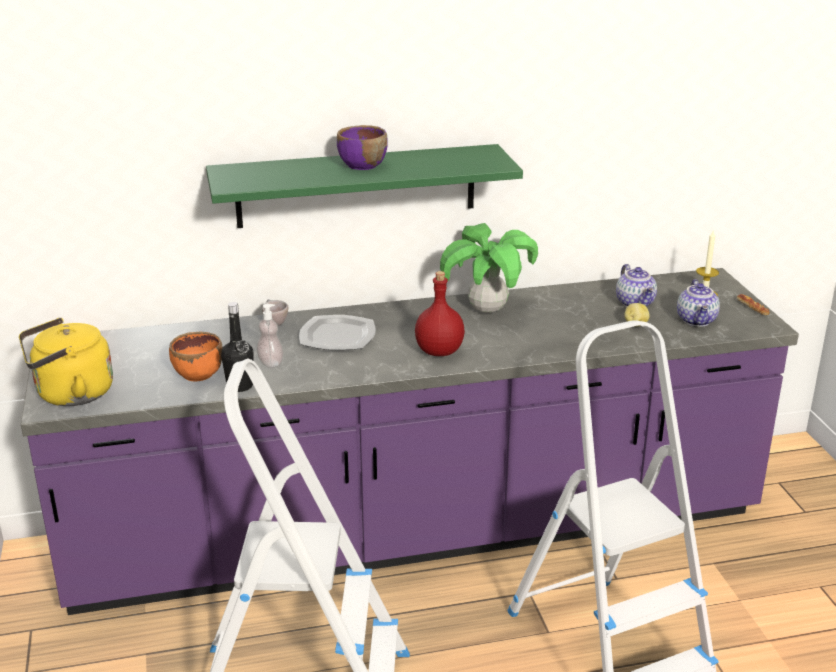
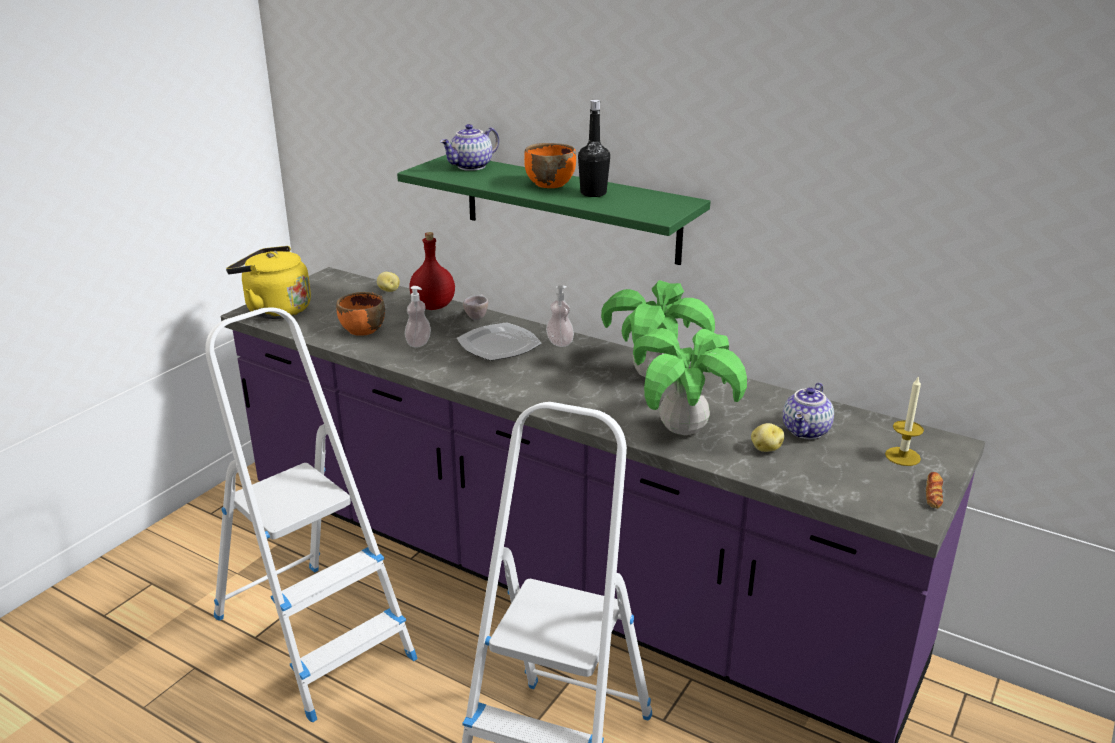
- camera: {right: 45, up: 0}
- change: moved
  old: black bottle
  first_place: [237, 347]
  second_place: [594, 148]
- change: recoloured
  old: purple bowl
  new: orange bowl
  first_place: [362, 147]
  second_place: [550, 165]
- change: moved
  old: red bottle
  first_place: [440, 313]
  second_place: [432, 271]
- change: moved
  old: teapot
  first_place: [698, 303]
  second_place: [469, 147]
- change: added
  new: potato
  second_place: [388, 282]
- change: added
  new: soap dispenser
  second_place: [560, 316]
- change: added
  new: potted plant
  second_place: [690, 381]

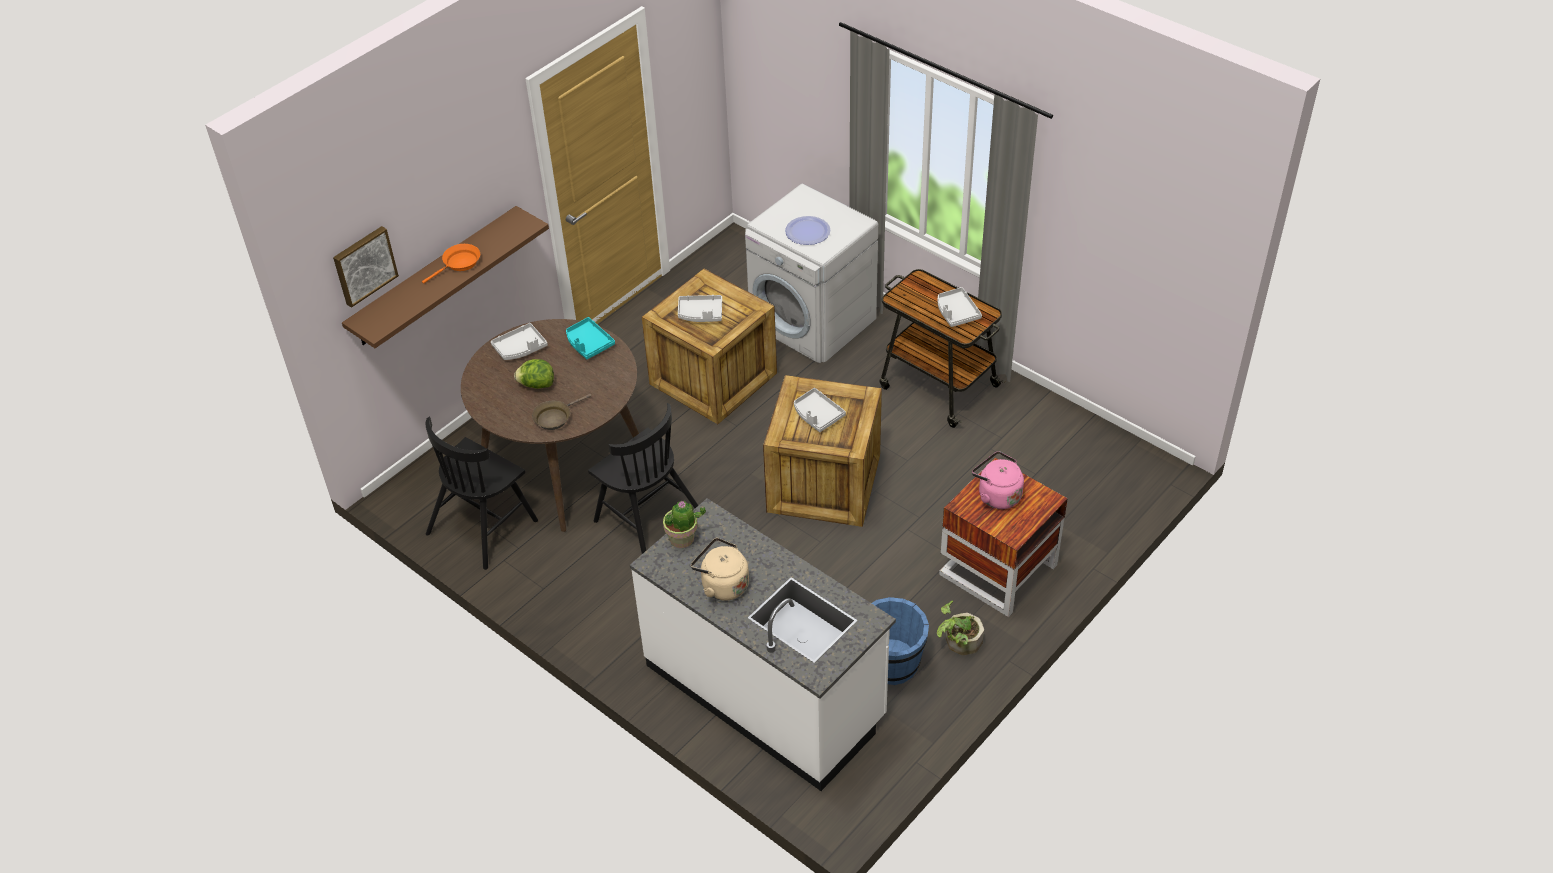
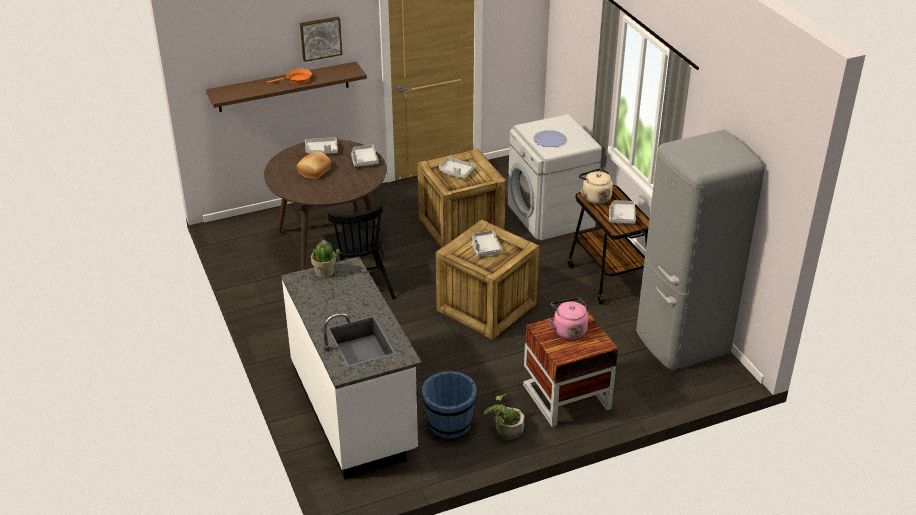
- camera: {right: 25, up: -10}
- change: moved
  old: picture
  first_place: [366, 267]
  second_place: [321, 39]
- change: removed
  old: black chair
  first_place: [482, 493]
- change: replaced
  old: lettuce
  new: bread
  first_place: [534, 374]
  second_place: [313, 165]
- change: removed
  old: brown frying pan
  first_place: [562, 412]
- change: recoloured
  old: turquoise tray
  new: grey tray
  first_place: [590, 338]
  second_place: [365, 155]
- change: moved
  old: beige kettle
  first_place: [720, 569]
  second_place: [596, 186]
- change: added
  new: grey fridge
  second_place: [700, 250]

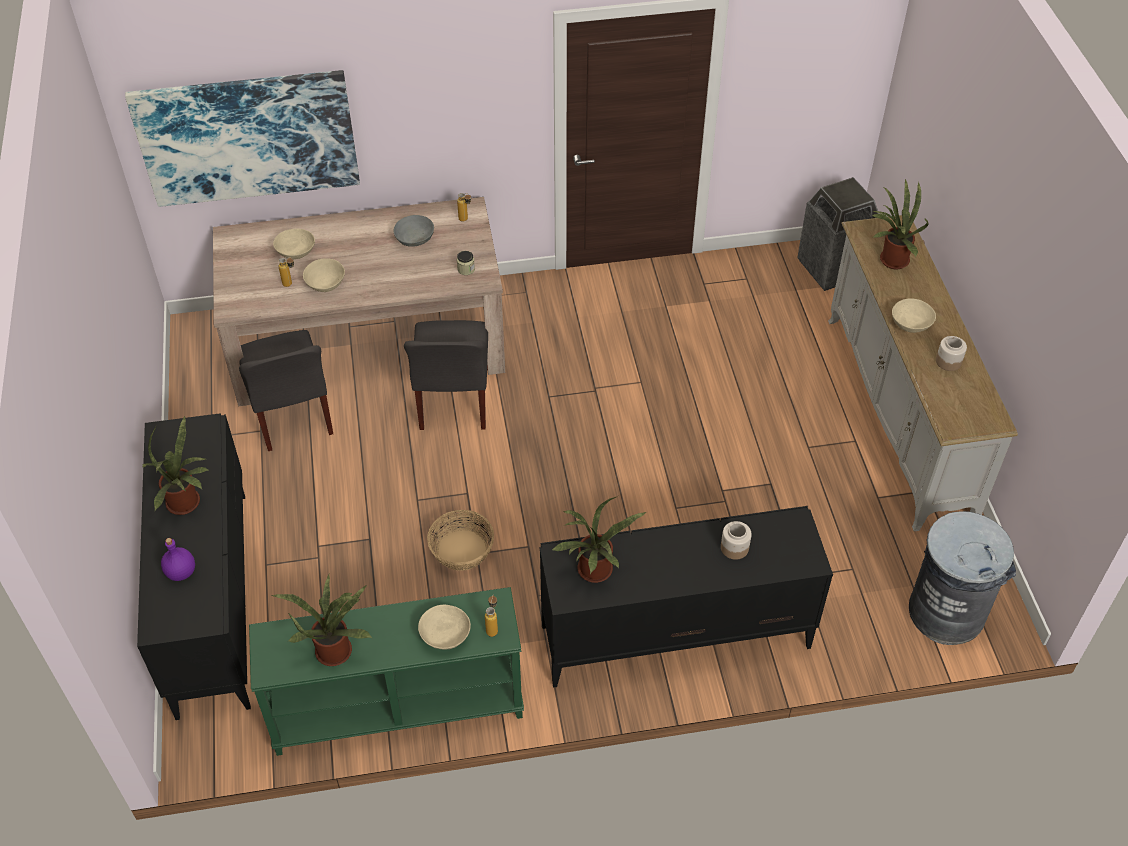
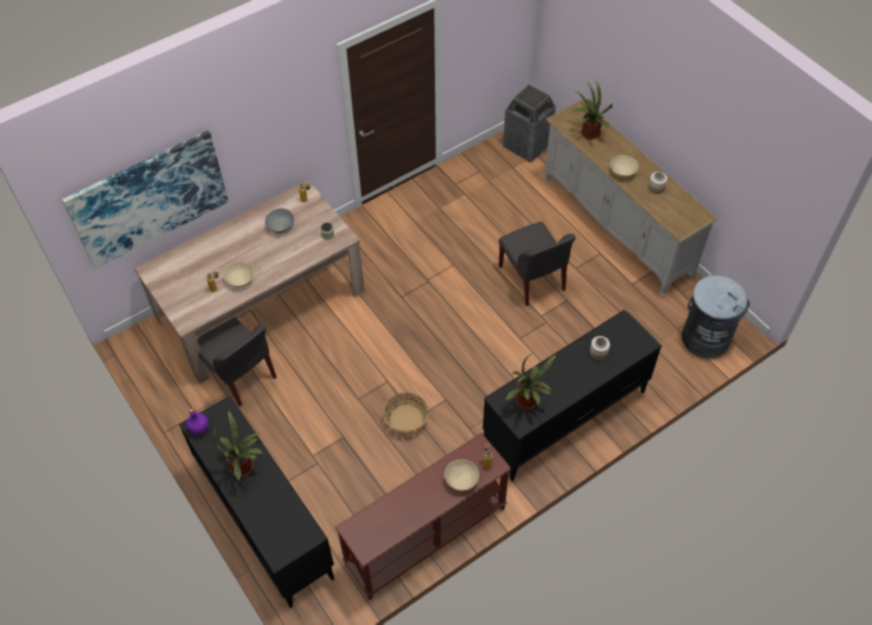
- camera: {right: -25, up: 5}
- change: moved
  old: purple bottle
  first_place: [178, 559]
  second_place: [197, 422]
- change: recoloured
  old: green console table
  new: brown console table
  first_place: [386, 671]
  second_place: [423, 516]
- change: removed
  old: potted plant
  first_place: [322, 620]
- change: removed
  old: beige bowl
  first_place: [294, 244]
- change: moved
  old: grey chair
  first_place: [446, 375]
  second_place: [537, 264]

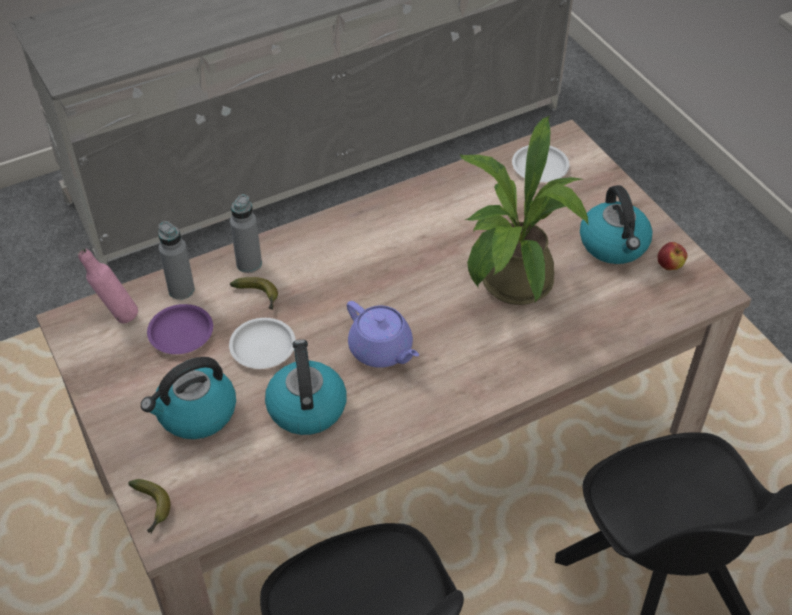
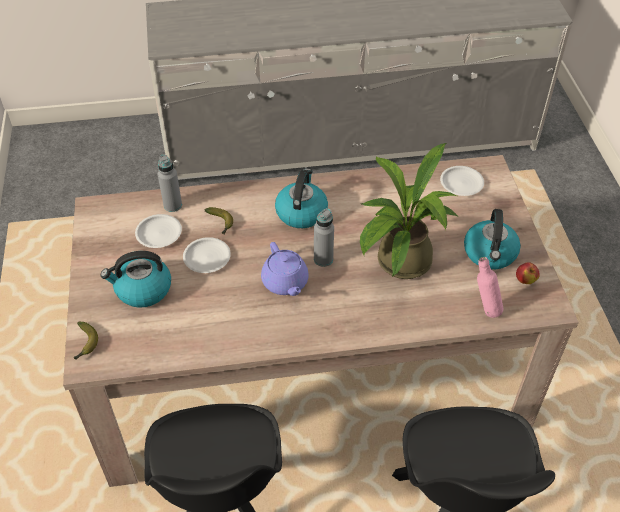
- camera: {right: 20, up: 0}
- change: moved
  old: pink bottle
  first_place: [108, 286]
  second_place: [490, 287]
- change: recoloured
  old: purple plate
  new: white plate
  first_place: [180, 329]
  second_place: [158, 231]
- change: moved
  old: grey bottle
  first_place: [246, 233]
  second_place: [324, 237]
- change: moved
  old: kettle
  first_place: [306, 387]
  second_place: [301, 198]

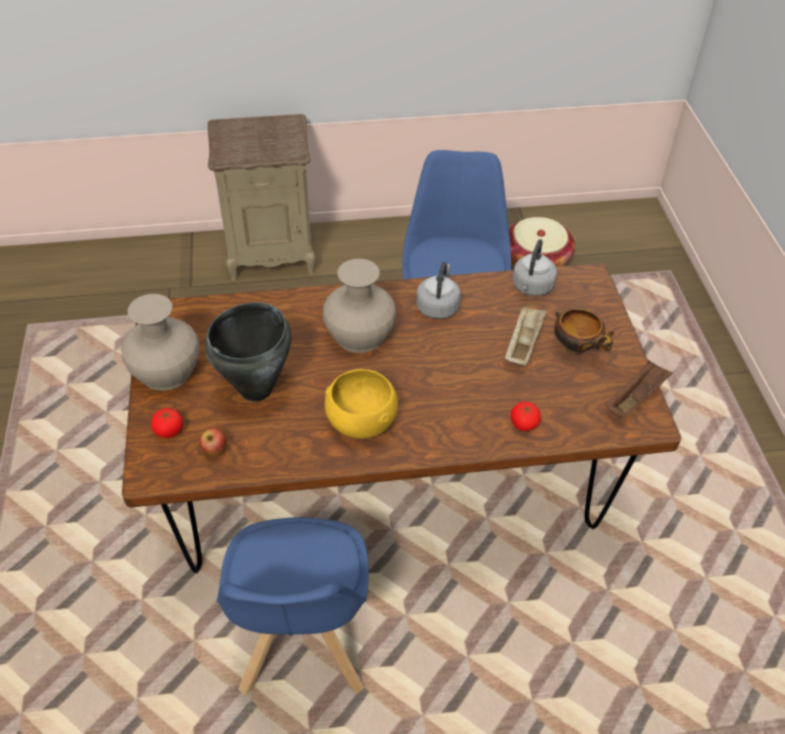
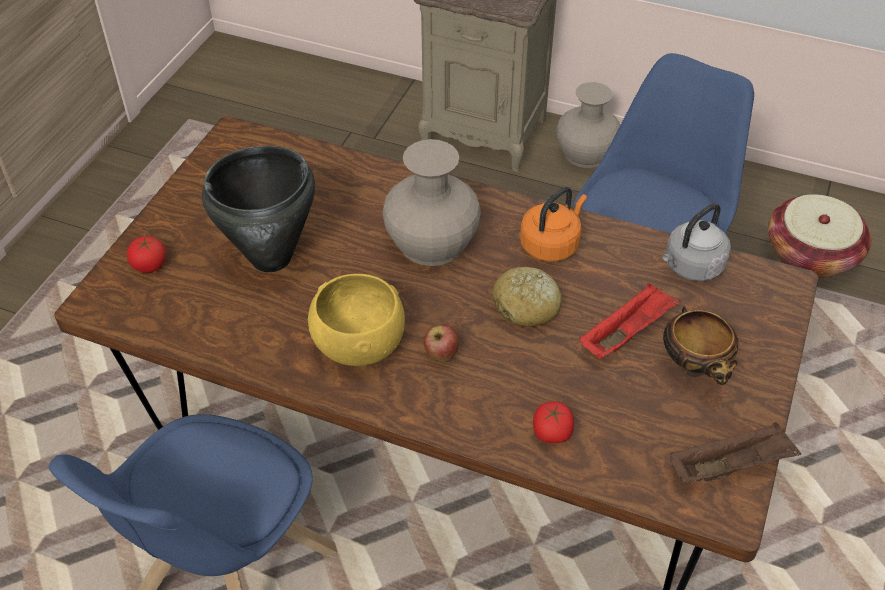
- camera: {right: 30, up: 0}
- change: moved
  old: beige vase
  first_place: [160, 342]
  second_place: [588, 125]
- change: moved
  old: apple
  first_place: [213, 441]
  second_place: [441, 343]
- change: recoloured
  old: grey kettle
  new: orange kettle
  first_place: [438, 290]
  second_place: [553, 224]
- change: recoloured
  old: beige tray
  new: red tray
  first_place: [526, 336]
  second_place: [629, 321]
- change: added
  new: bread
  second_place: [526, 297]

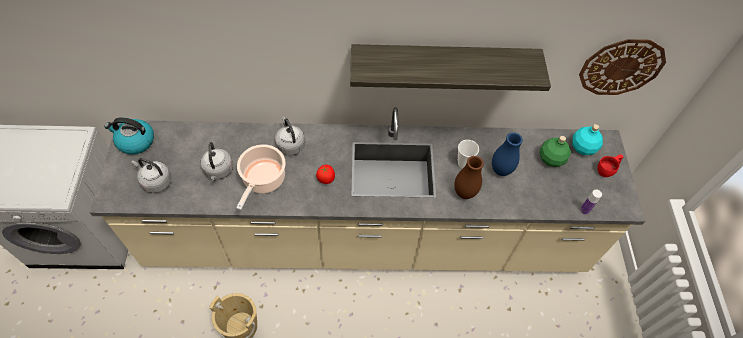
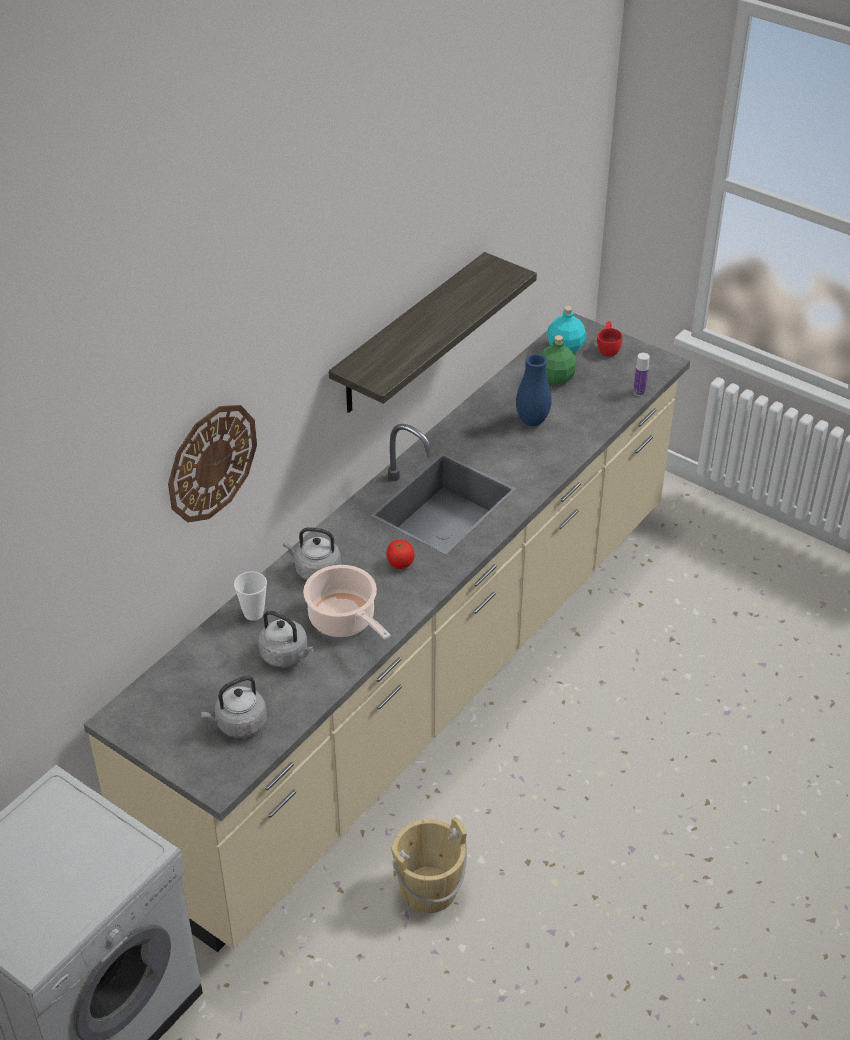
- camera: {right: -50, up: -15}
- change: removed
  old: kettle
  first_place: [129, 136]
- change: removed
  old: brown vase
  first_place: [469, 177]
- change: moved
  old: cup
  first_place: [468, 154]
  second_place: [250, 596]
- change: moved
  old: wall clock
  first_place: [622, 67]
  second_place: [212, 463]

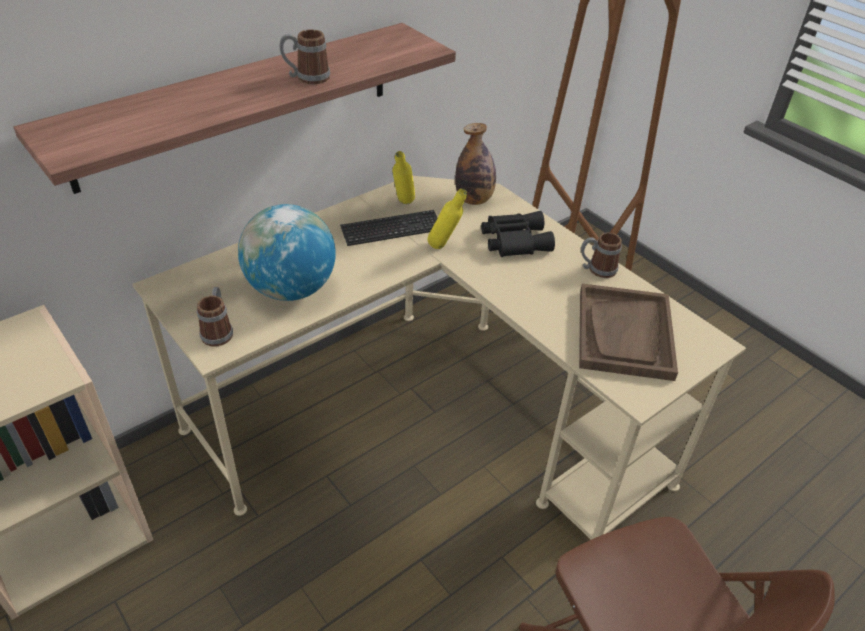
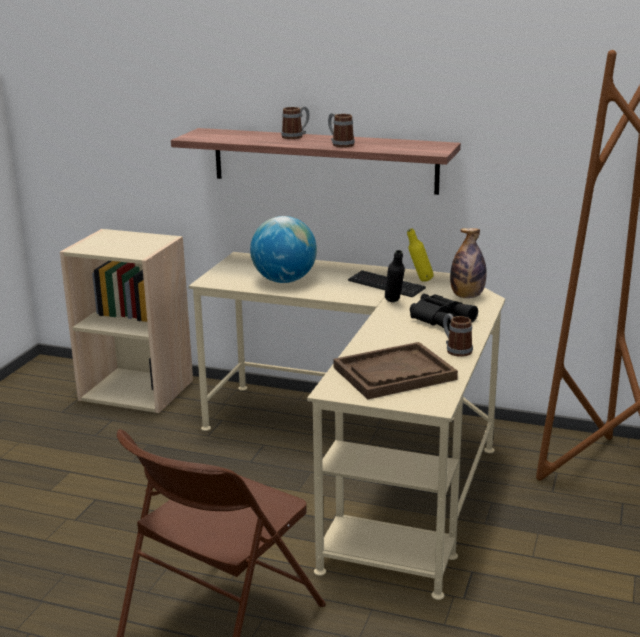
- camera: {right: 60, up: -20}
- change: moved
  old: mug
  first_place: [215, 317]
  second_place: [295, 122]
- change: recoloured
  old: yellow bottle
  new: black bottle
  first_place: [447, 218]
  second_place: [395, 276]

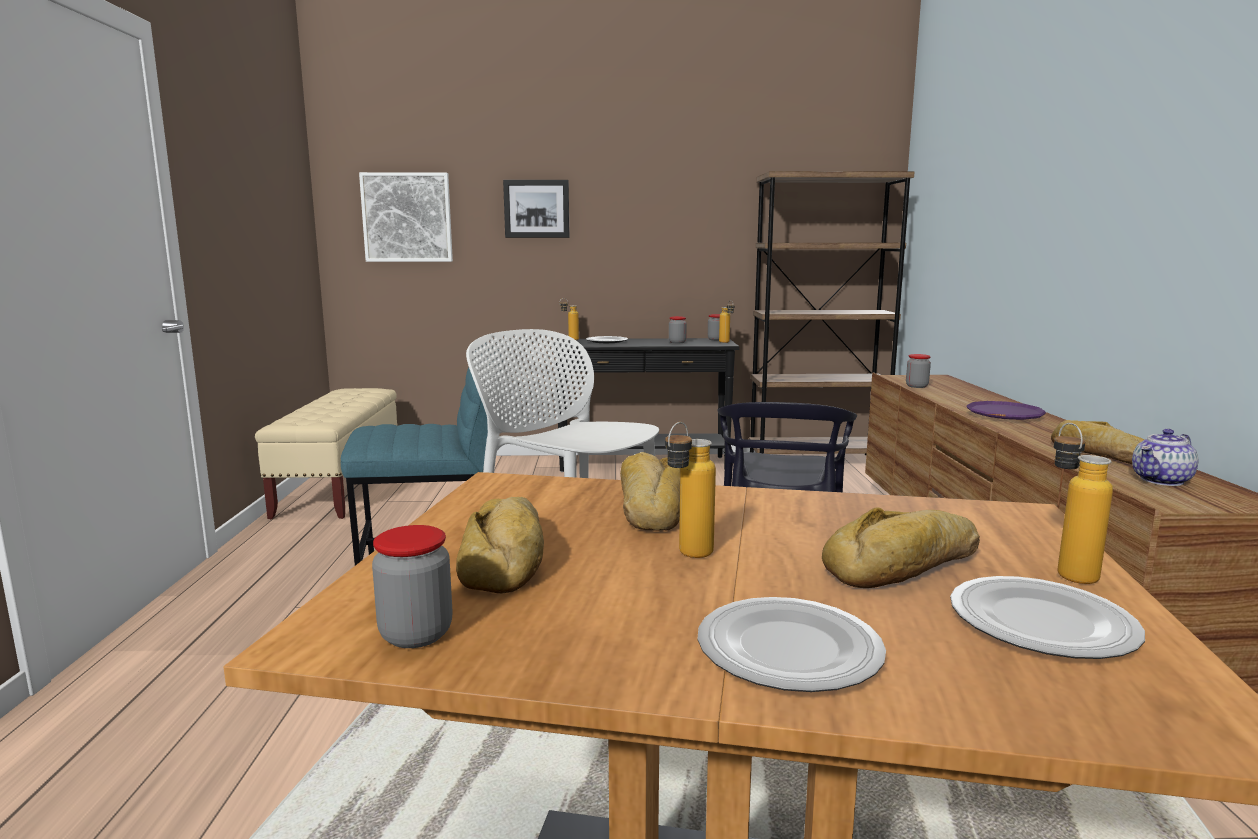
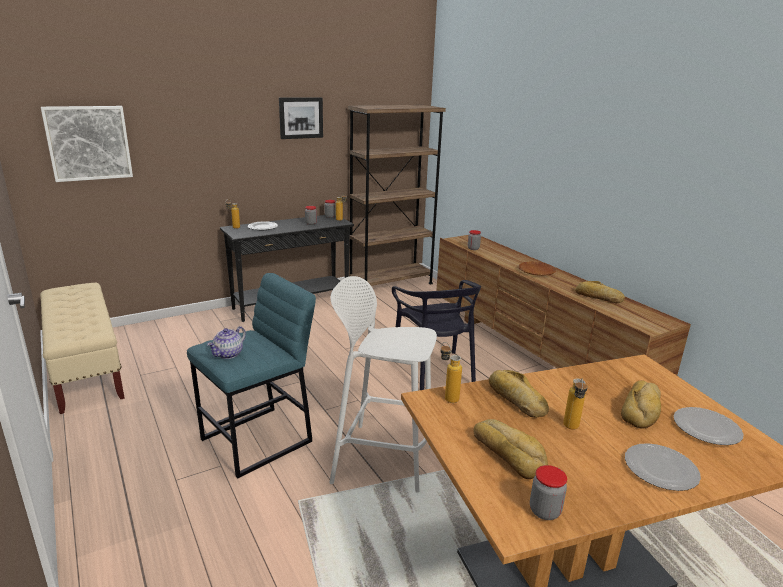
- camera: {right: -30, up: 10}
- change: moved
  old: picture
  first_place: [536, 209]
  second_place: [301, 118]
- change: recoloured
  old: purple plate
  new: brown plate
  first_place: [1006, 410]
  second_place: [537, 268]
- change: moved
  old: bottle
  first_place: [1083, 503]
  second_place: [451, 372]
- change: moved
  old: teapot
  first_place: [1165, 457]
  second_place: [226, 342]

